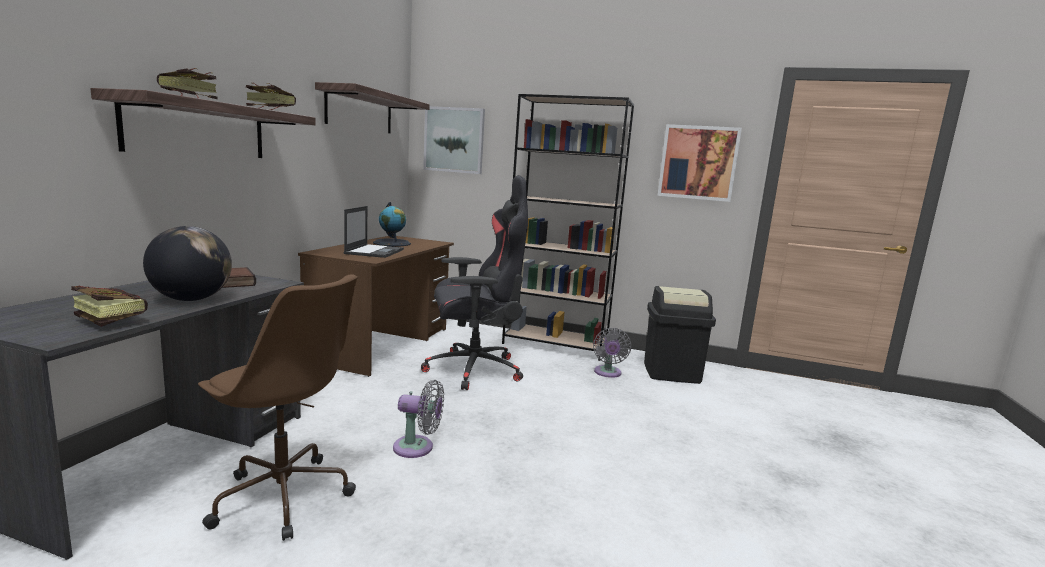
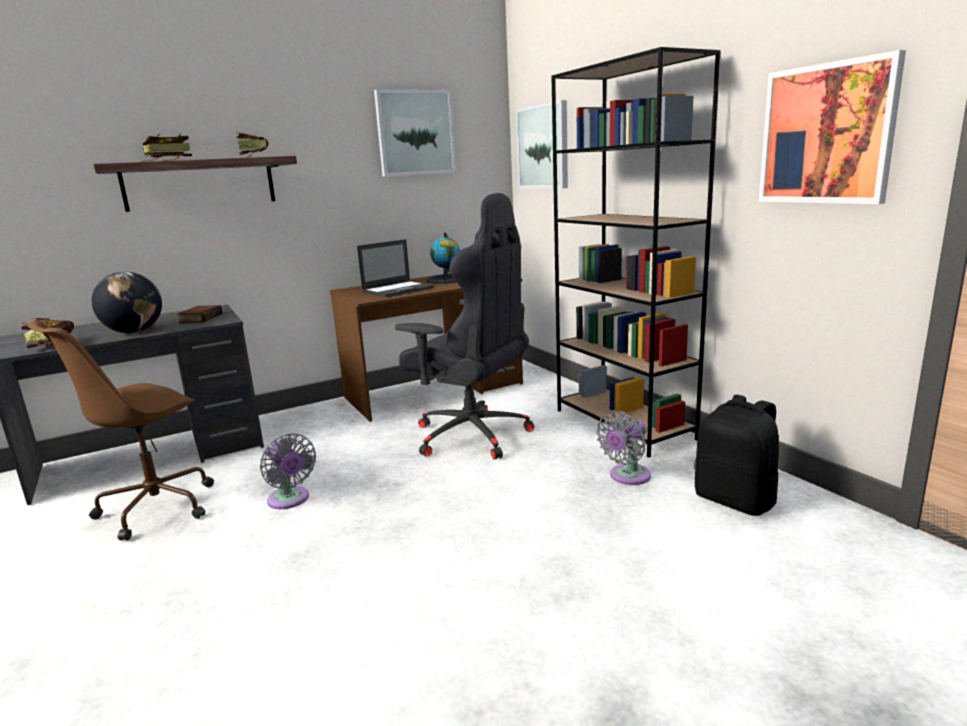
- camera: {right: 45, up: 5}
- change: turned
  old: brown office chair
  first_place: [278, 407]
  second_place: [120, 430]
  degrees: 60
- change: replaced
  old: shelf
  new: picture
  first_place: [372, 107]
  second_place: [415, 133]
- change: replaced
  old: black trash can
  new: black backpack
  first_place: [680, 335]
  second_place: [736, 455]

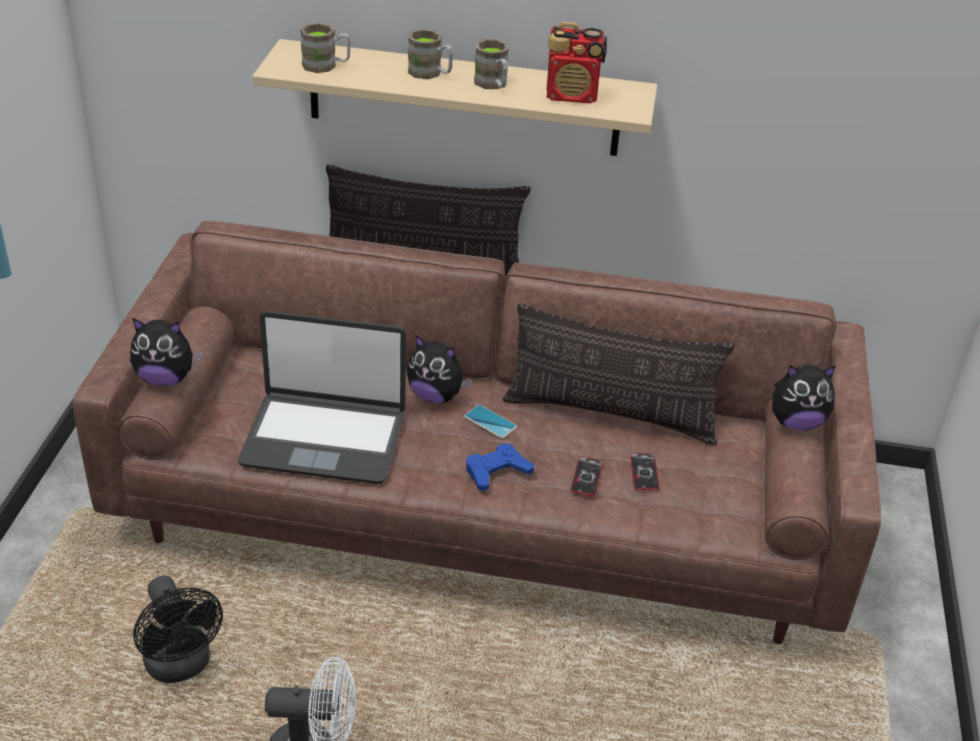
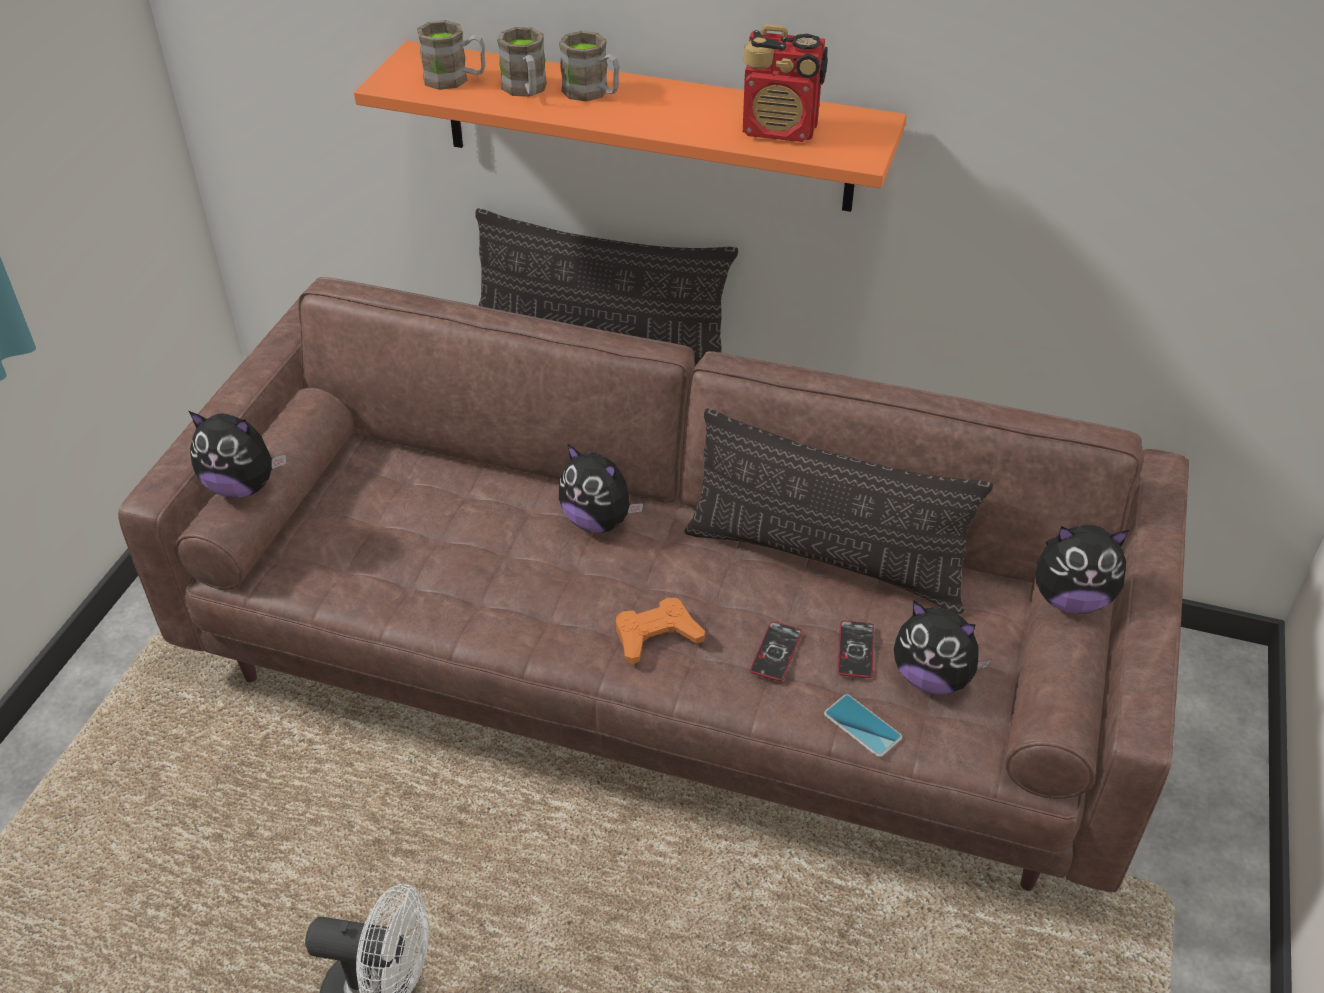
- camera: {right: 10, up: 5}
- change: removed
  old: black fan
  first_place: [178, 629]
- change: removed
  old: laptop
  first_place: [322, 397]
- change: recoloured
  old: beige shelf
  new: orange shelf
  first_place: [454, 97]
  second_place: [630, 126]
- change: moved
  old: phone
  first_place: [490, 421]
  second_place: [863, 725]
- change: recoloured
  old: blue game controller
  new: orange game controller
  first_place: [500, 467]
  second_place: [660, 631]
- change: moved
  old: brown mug
  first_place: [491, 64]
  second_place: [522, 62]
- change: added
  new: plush toy
  second_place: [943, 648]

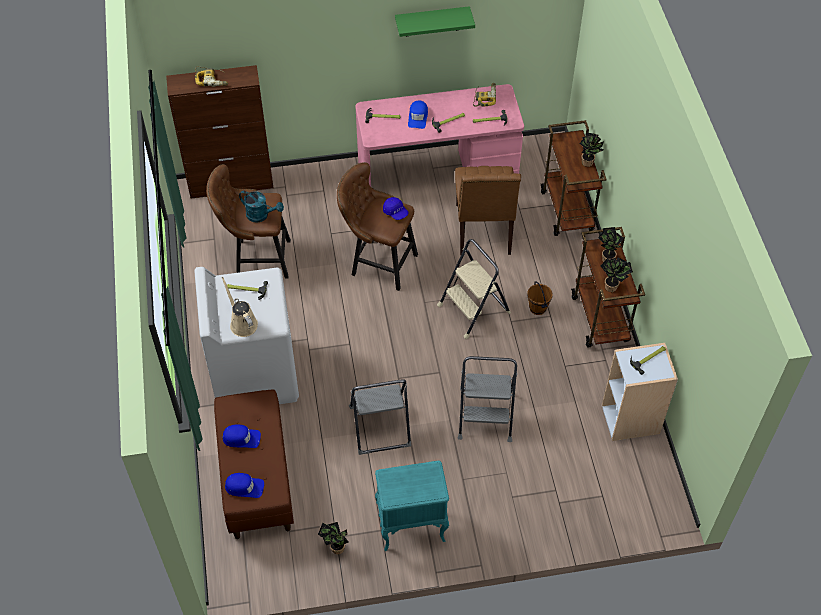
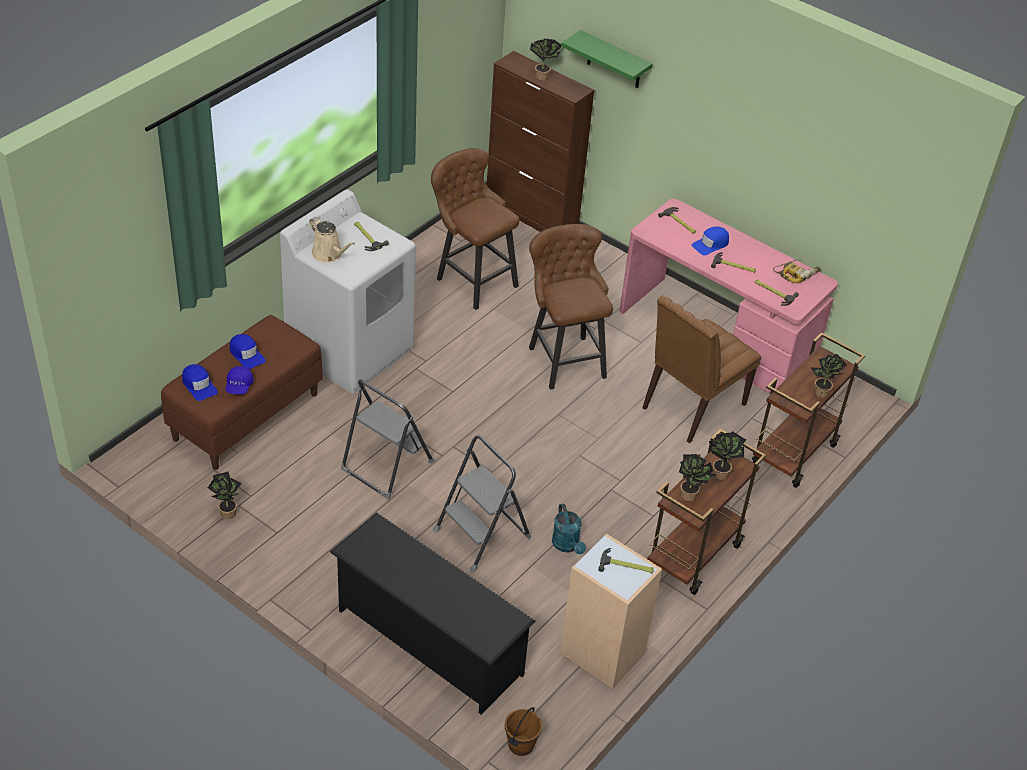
- camera: {right: 45, up: -10}
- change: replaced
  old: power drill
  new: potted plant
  first_place: [211, 76]
  second_place: [545, 59]
- change: turned
  old: beige watering can
  first_place: [239, 307]
  second_place: [332, 240]
  degrees: 120
- change: moved
  old: turquoise watering can
  first_place: [261, 206]
  second_place: [569, 529]
- change: removed
  old: turquoise nightstand
  first_place: [412, 506]
- change: moved
  old: blue cap
  first_place: [396, 208]
  second_place: [240, 380]
- change: moved
  old: green shelf
  first_place: [435, 21]
  second_place: [607, 59]
- change: removed
  old: beige step ladder
  first_place: [474, 289]
- change: moved
  old: brown bucket
  first_place: [540, 298]
  second_place: [523, 731]
- change: added
  new: black shoe rack
  second_place: [433, 613]

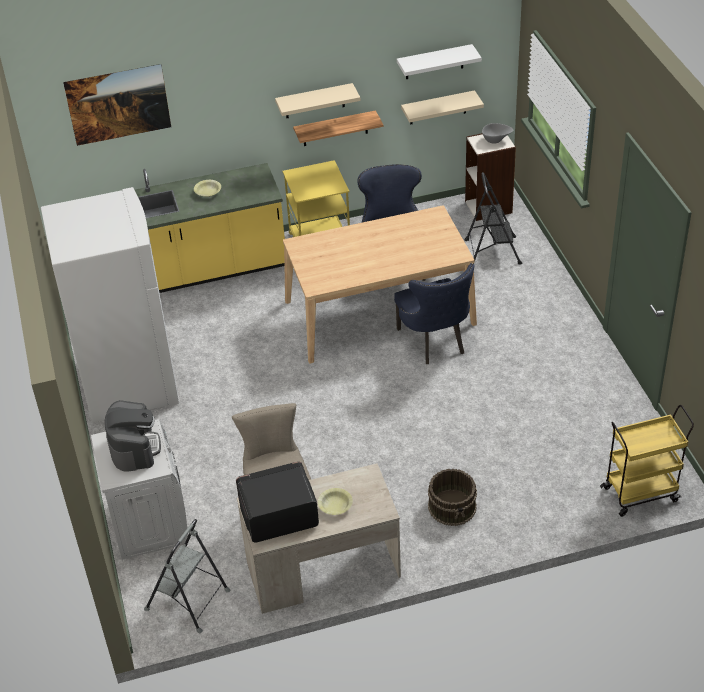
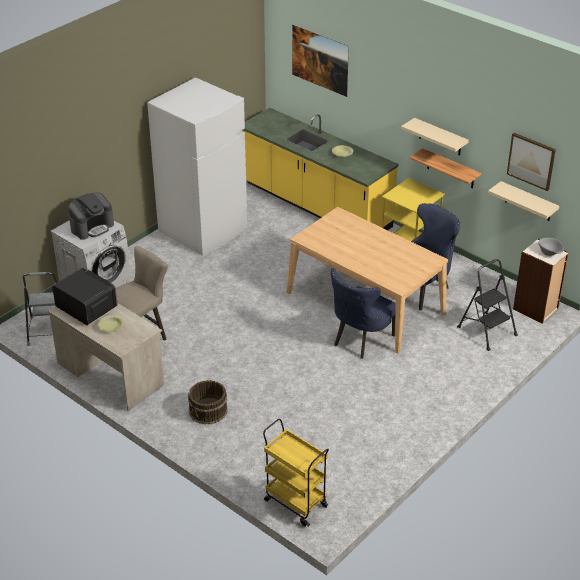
- camera: {right: 55, up: -5}
- change: replaced
  old: white shelf
  new: picture
  first_place: [439, 61]
  second_place: [531, 162]

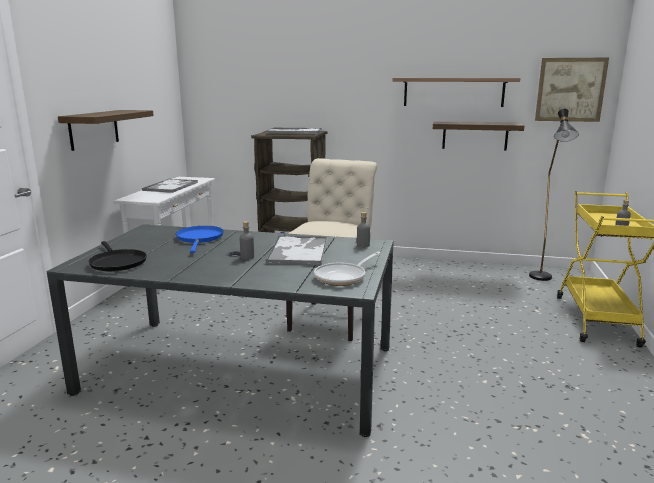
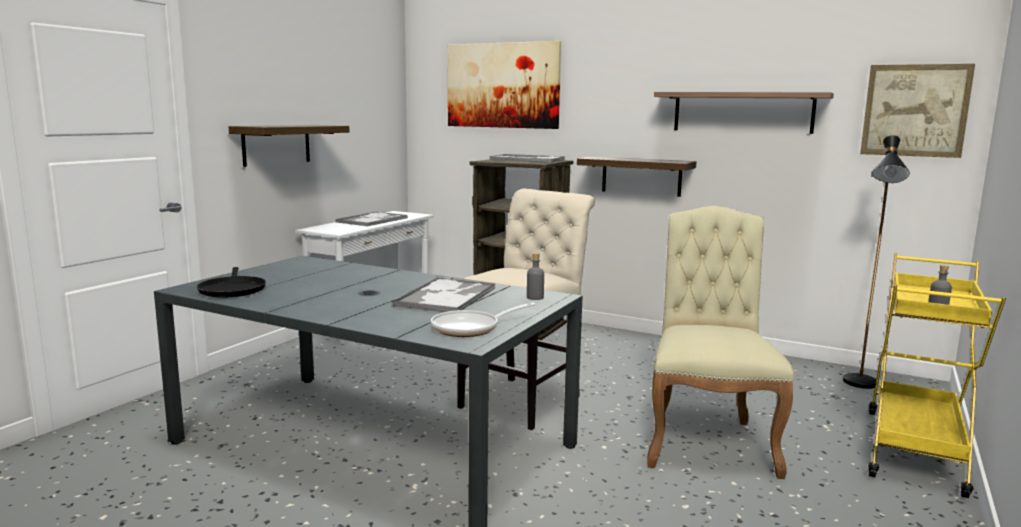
- camera: {right: 15, up: -5}
- change: removed
  old: blue frying pan
  first_place: [200, 239]
- change: removed
  old: grey bottle
  first_place: [247, 240]
- change: moved
  old: shelf
  first_place: [478, 135]
  second_place: [636, 176]
- change: added
  new: picture
  second_place: [504, 85]
- change: added
  new: beige chair
  second_place: [720, 342]

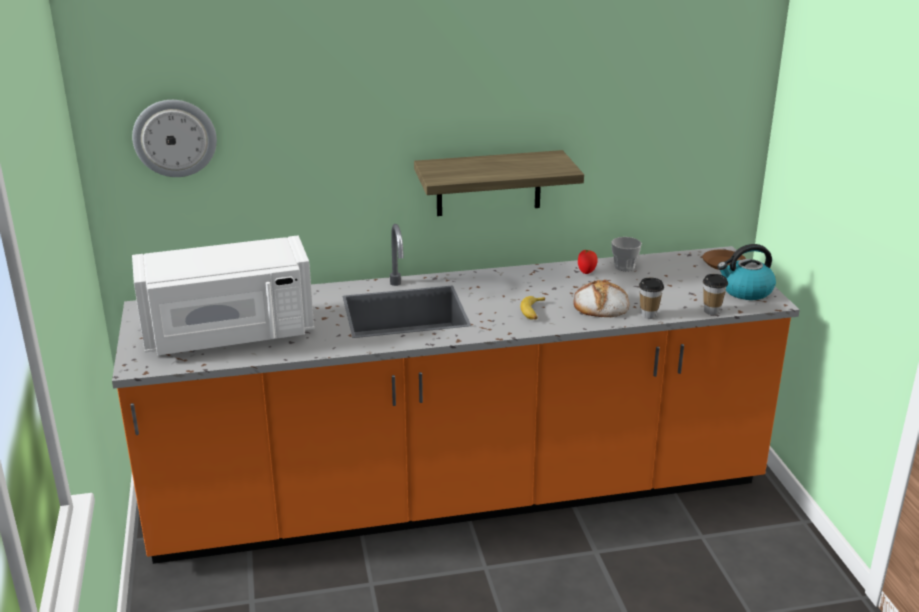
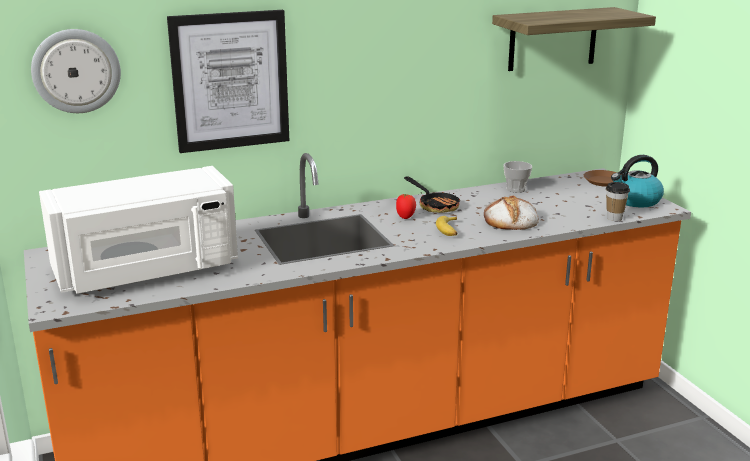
- camera: {right: -10, up: -5}
- change: moved
  old: shelf
  first_place: [499, 183]
  second_place: [574, 39]
- change: moved
  old: tomato
  first_place: [588, 261]
  second_place: [406, 206]
- change: removed
  old: cup
  first_place: [651, 298]
- change: added
  new: picture
  second_place: [228, 81]
- change: added
  new: frying pan
  second_place: [432, 194]

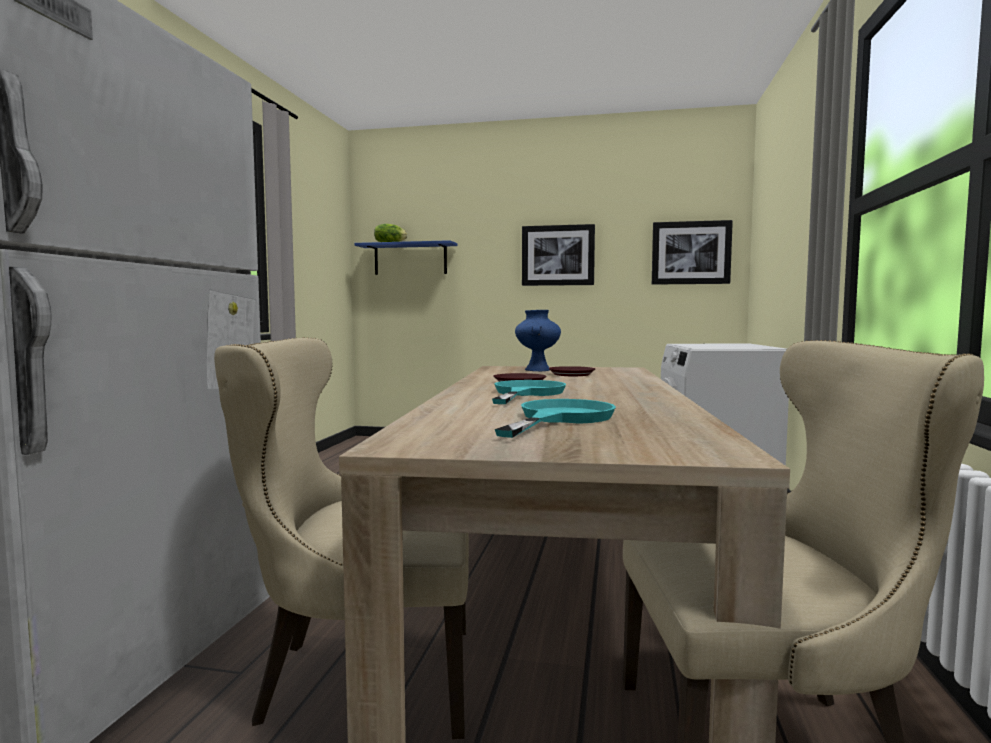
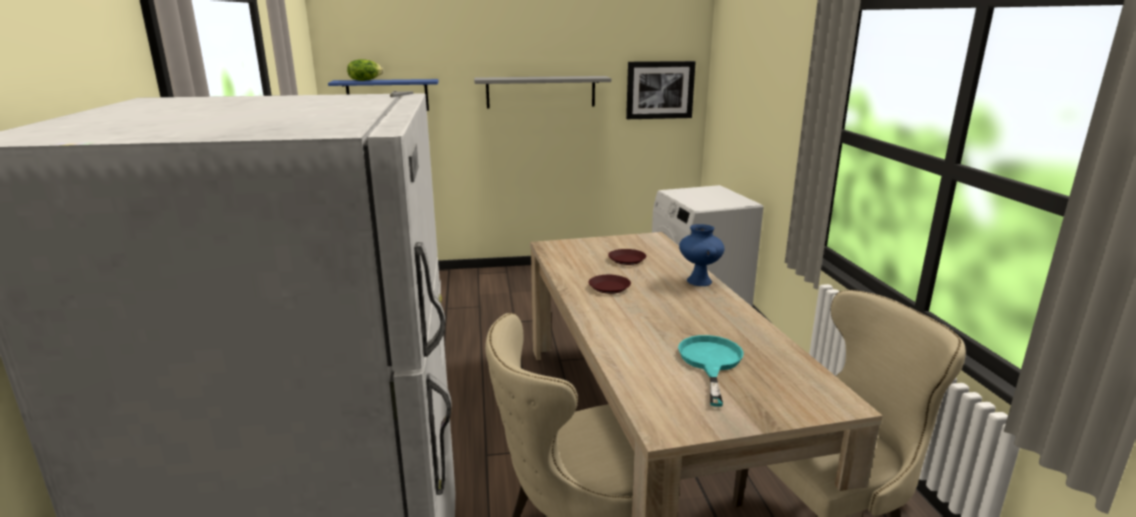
- camera: {right: -20, up: 15}
- change: removed
  old: turquoise frying pan
  first_place: [529, 392]
- change: moved
  old: blue vase
  first_place: [538, 340]
  second_place: [702, 255]
- change: replaced
  old: picture
  new: grey shelf
  first_place: [558, 255]
  second_place: [542, 92]

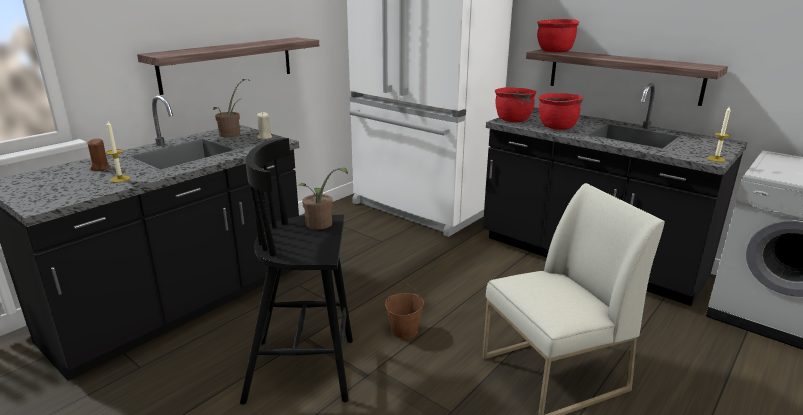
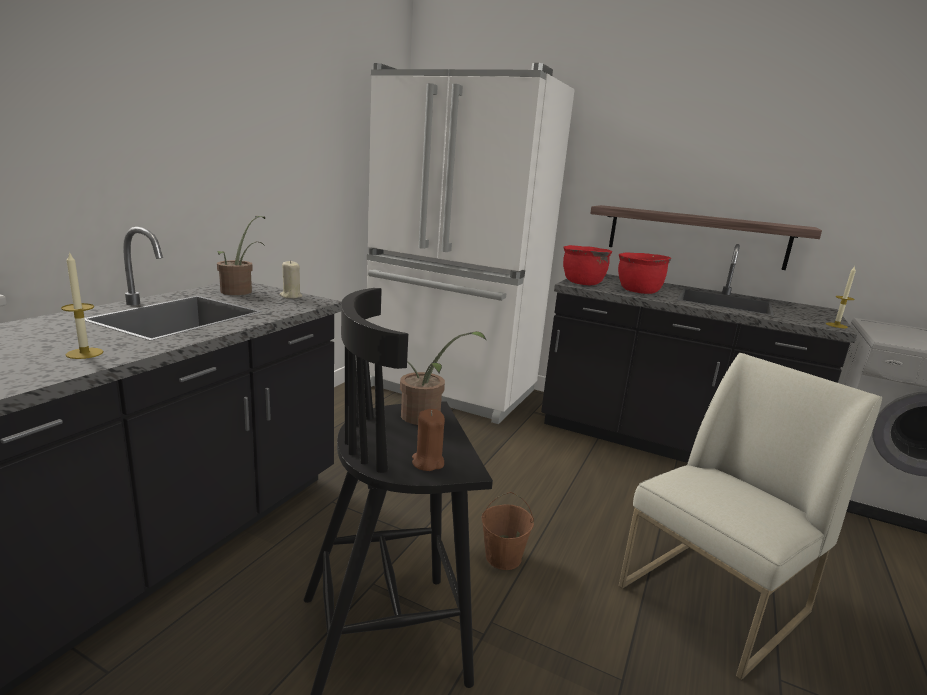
- camera: {right: -15, up: -5}
- change: moved
  old: brown candle
  first_place: [99, 155]
  second_place: [428, 440]
- change: removed
  old: shelf
  first_place: [228, 66]
- change: removed
  old: red cooking pot
  first_place: [558, 35]

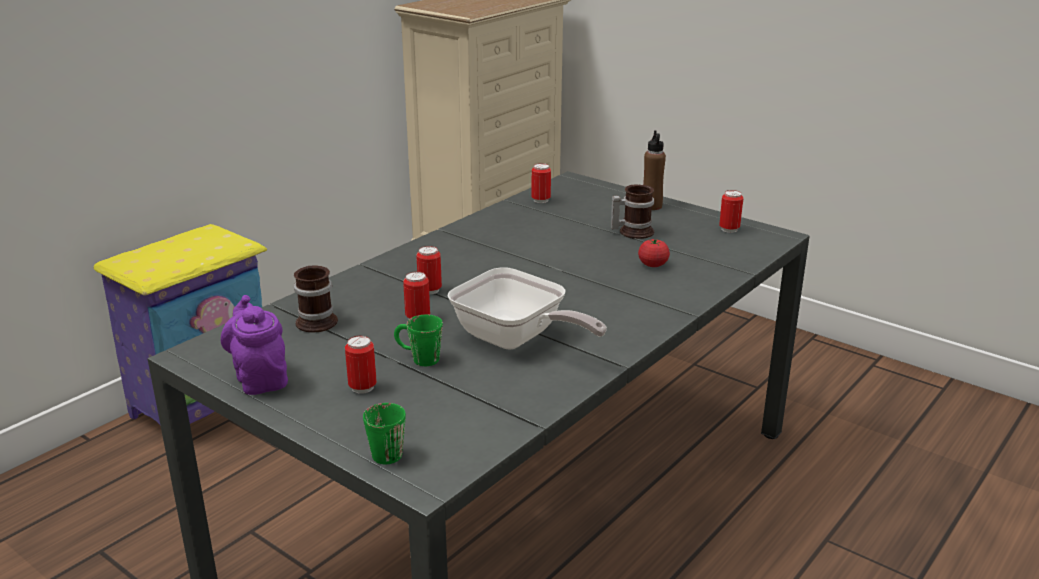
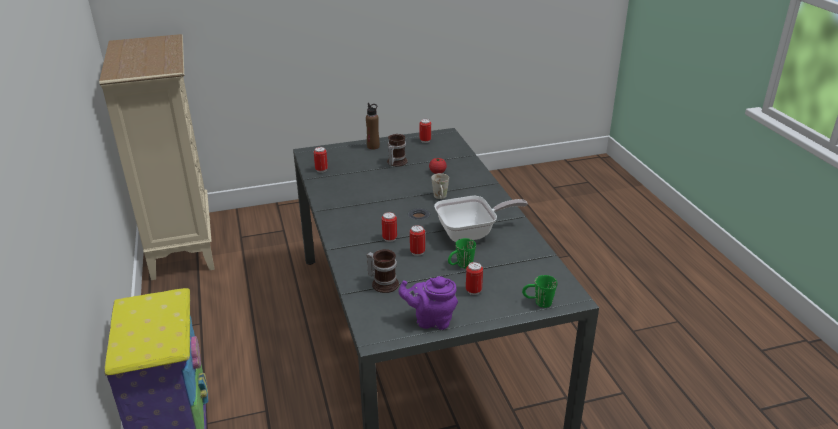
- camera: {right: -55, up: 5}
- change: added
  new: white mug
  second_place: [440, 186]

